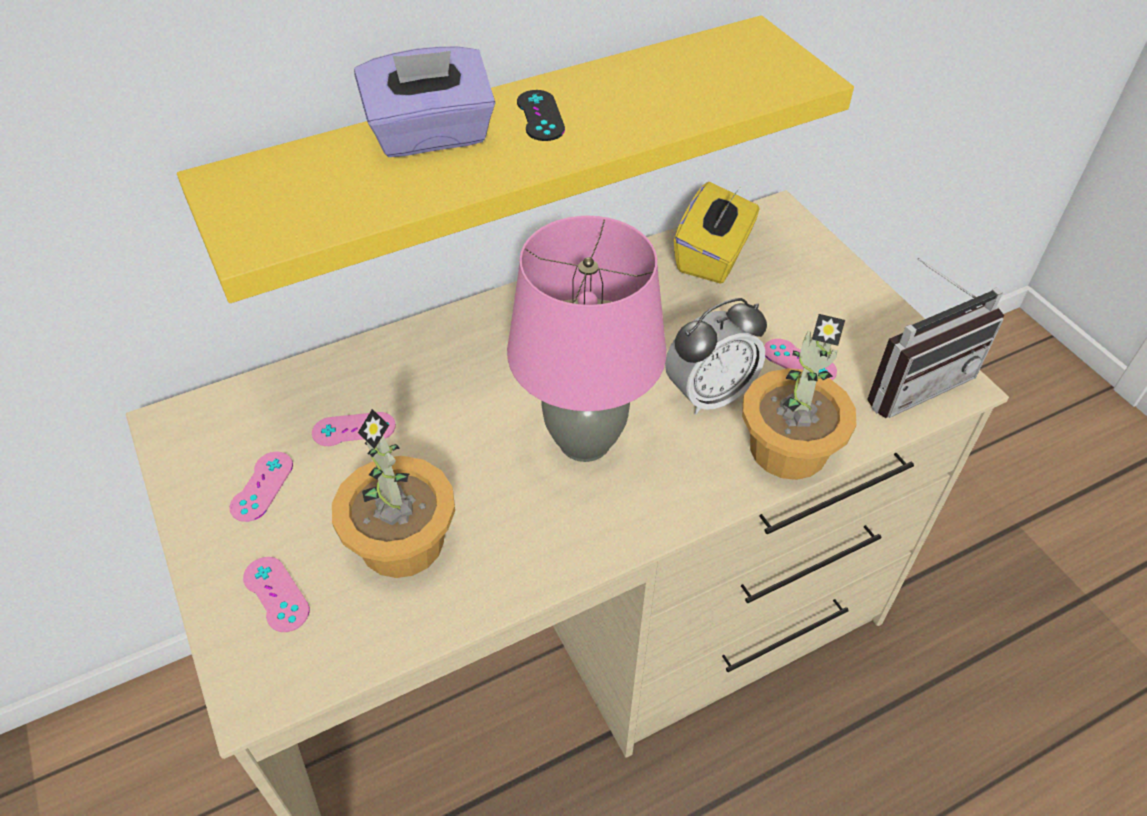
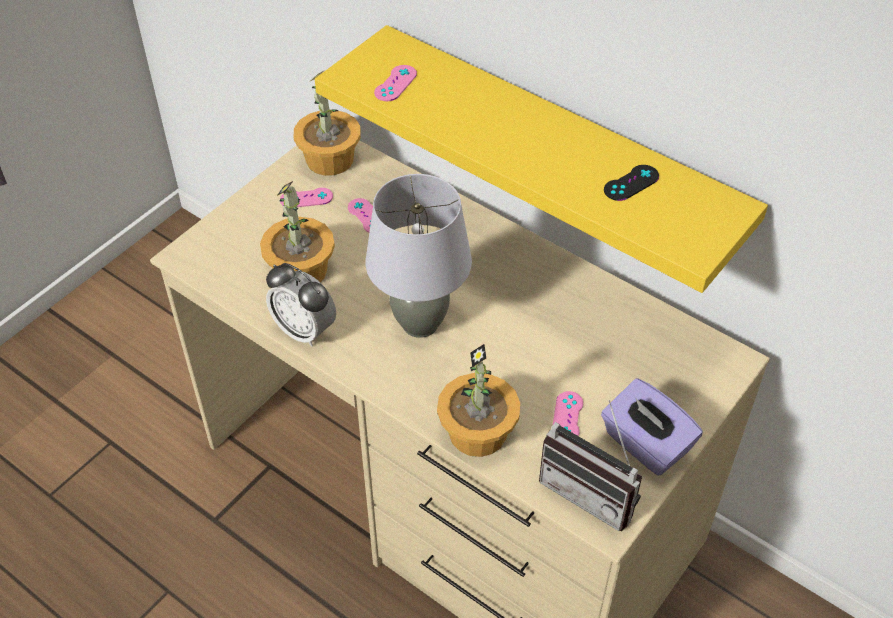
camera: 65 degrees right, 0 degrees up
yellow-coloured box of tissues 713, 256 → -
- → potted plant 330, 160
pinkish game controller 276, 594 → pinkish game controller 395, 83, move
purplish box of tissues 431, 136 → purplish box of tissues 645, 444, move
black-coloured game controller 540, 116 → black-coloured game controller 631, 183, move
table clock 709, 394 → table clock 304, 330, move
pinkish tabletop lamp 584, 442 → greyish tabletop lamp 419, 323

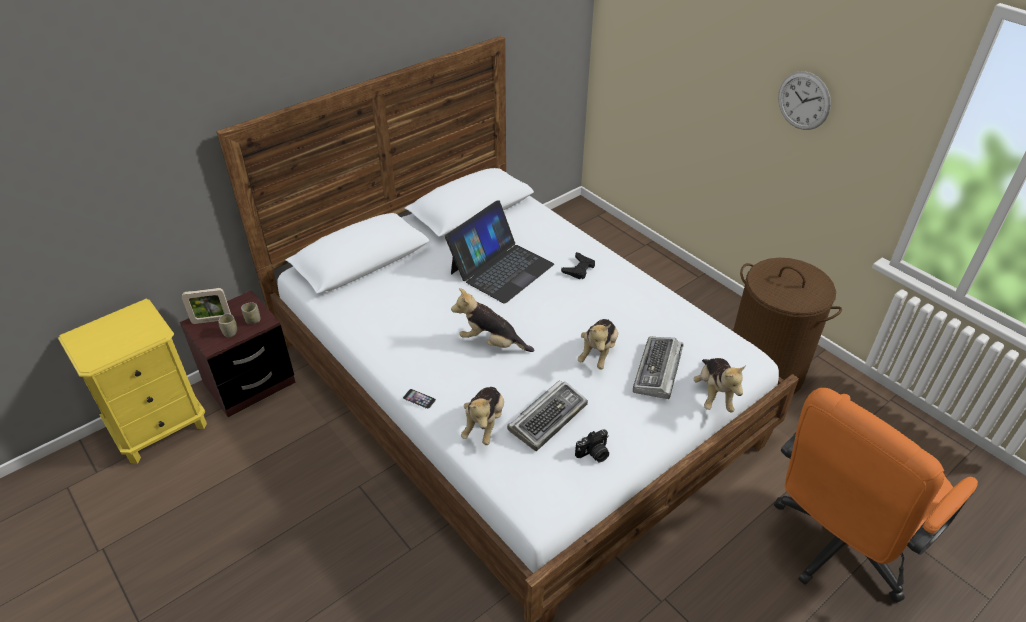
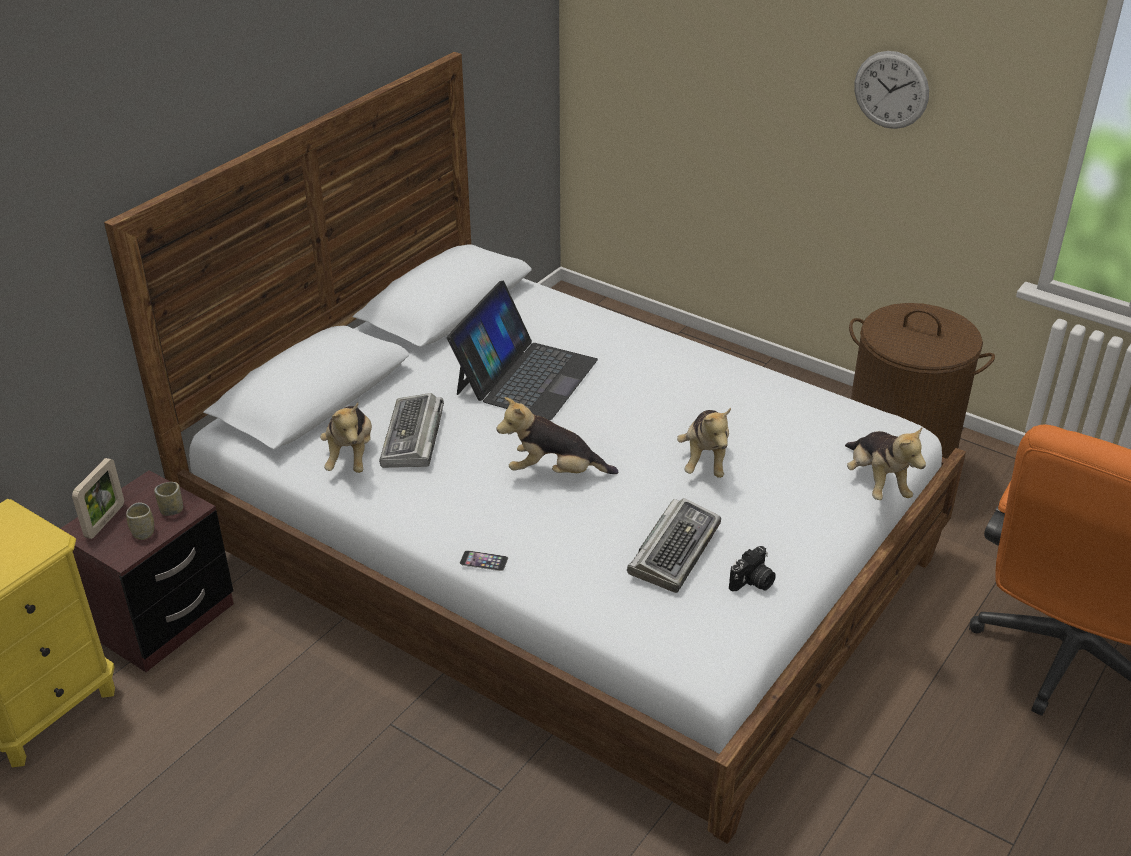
camera: 15 degrees left, 5 degrees down
black-coloured game controller 579, 269 → -
plush toy 484, 424 → plush toy 350, 456, move
computer keyboard 657, 371 → computer keyboard 413, 439, move
photo frame 211, 320 → photo frame 105, 521, 45 degrees counterclockwise

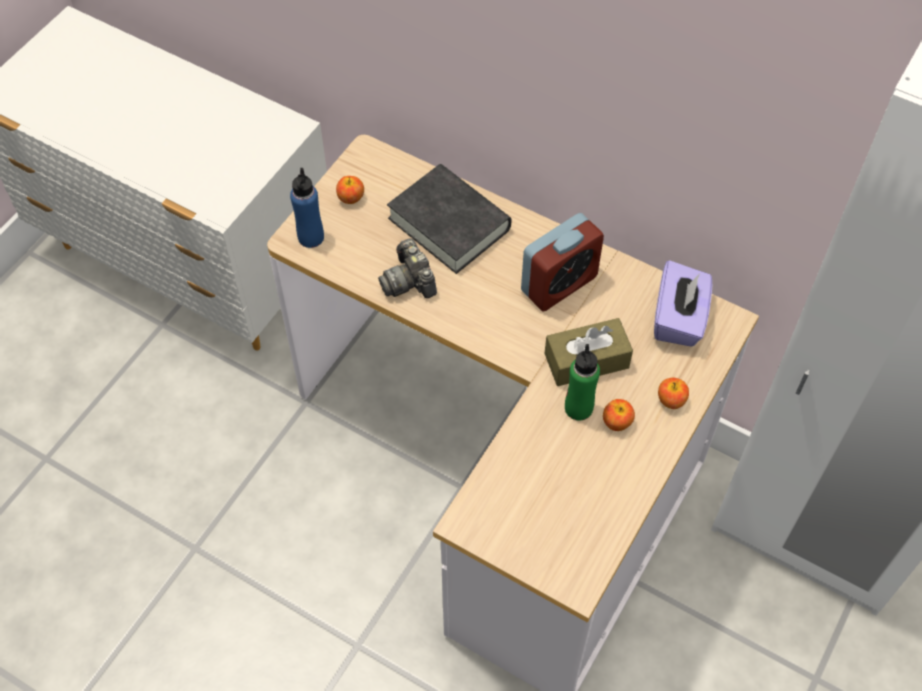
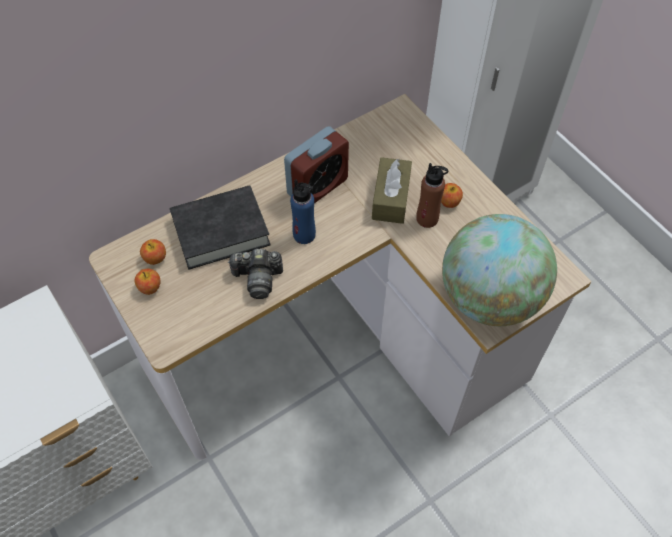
camera: 65 degrees left, 0 degrees up
purplish box of tissues 679, 319 → -
- → globe 489, 298
blue-coloured bottle 311, 237 → blue-coloured bottle 304, 235, move
apple fruit 671, 400 → apple fruit 155, 258, move
green bottle 578, 408 → brown bottle 427, 219
table clock 559, 284 → table clock 317, 187, 60 degrees clockwise

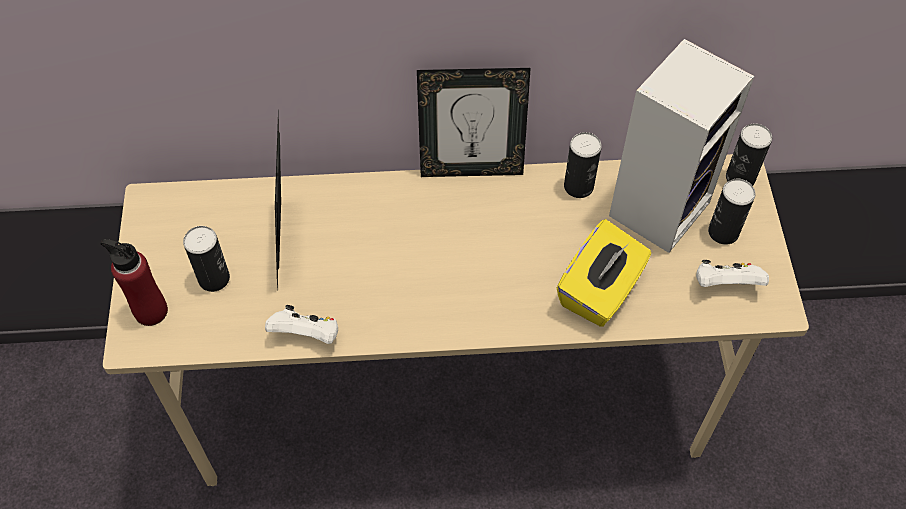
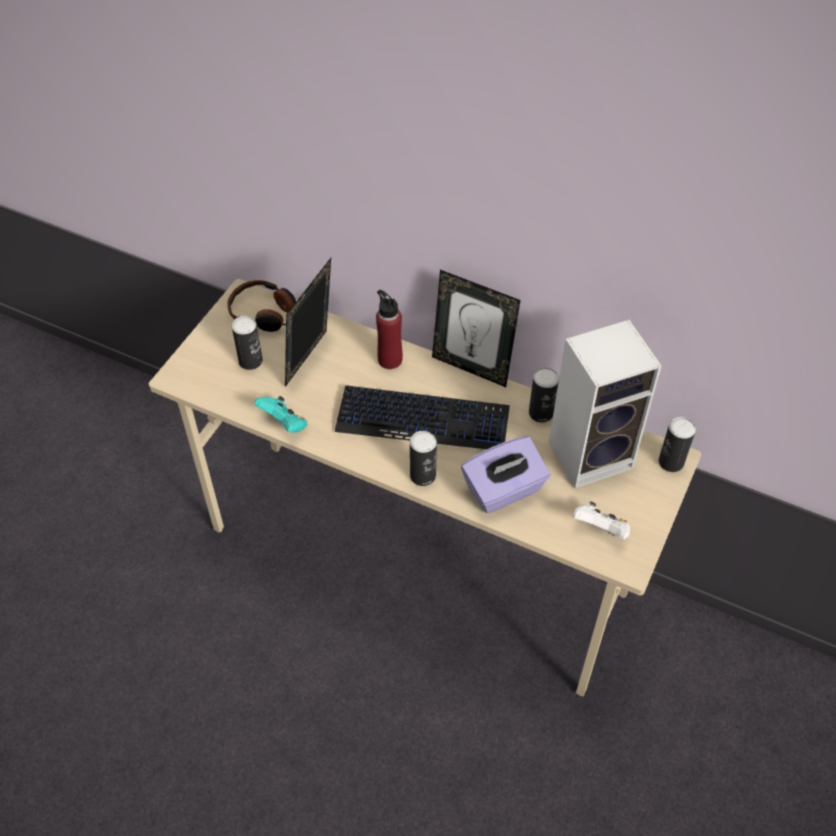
camera: 30 degrees right, 5 degrees down
- → headset 264, 313
- → computer keyboard 423, 420
red bottle 151, 311 → red bottle 390, 359, move
metal can 723, 232 → metal can 422, 475, move
whitish game controller 307, 335 → turquoise-coloured game controller 284, 424
yellow-coloured box of tissues 600, 291 → purplish box of tissues 504, 490

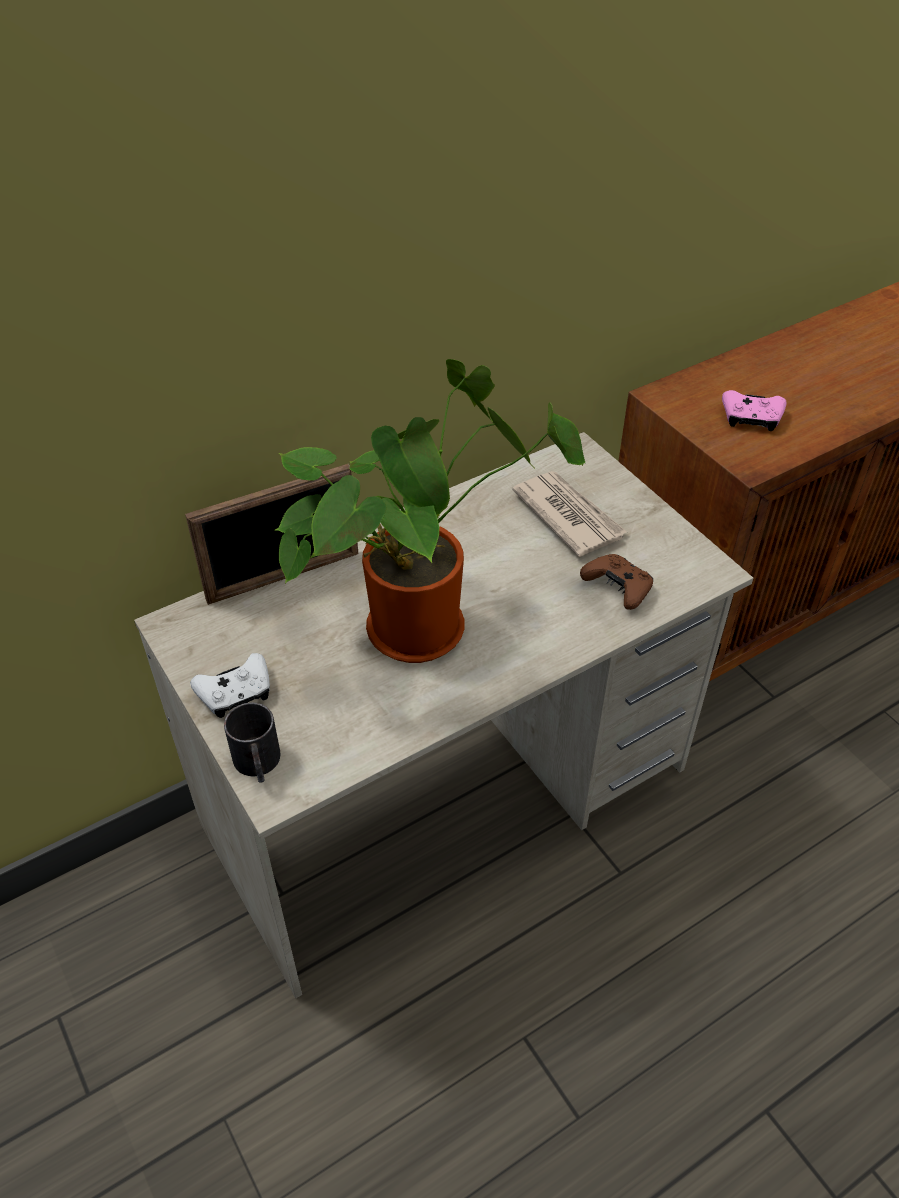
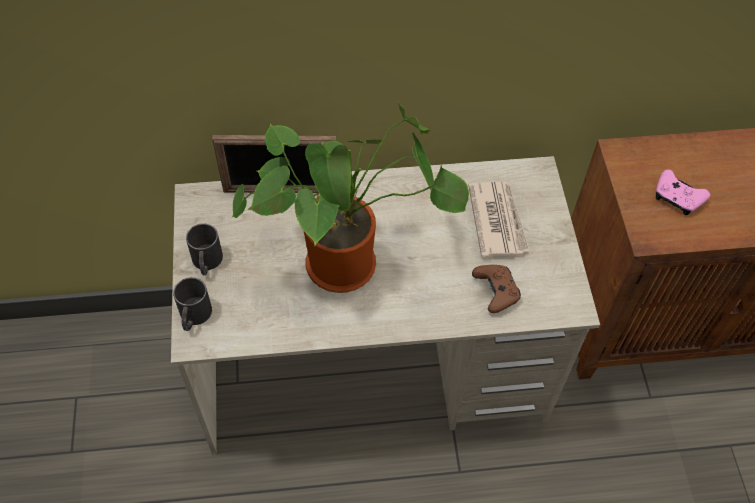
camera: 25 degrees right, 10 degrees up
whitish game controller 236, 694 → black-coloured mug 206, 263

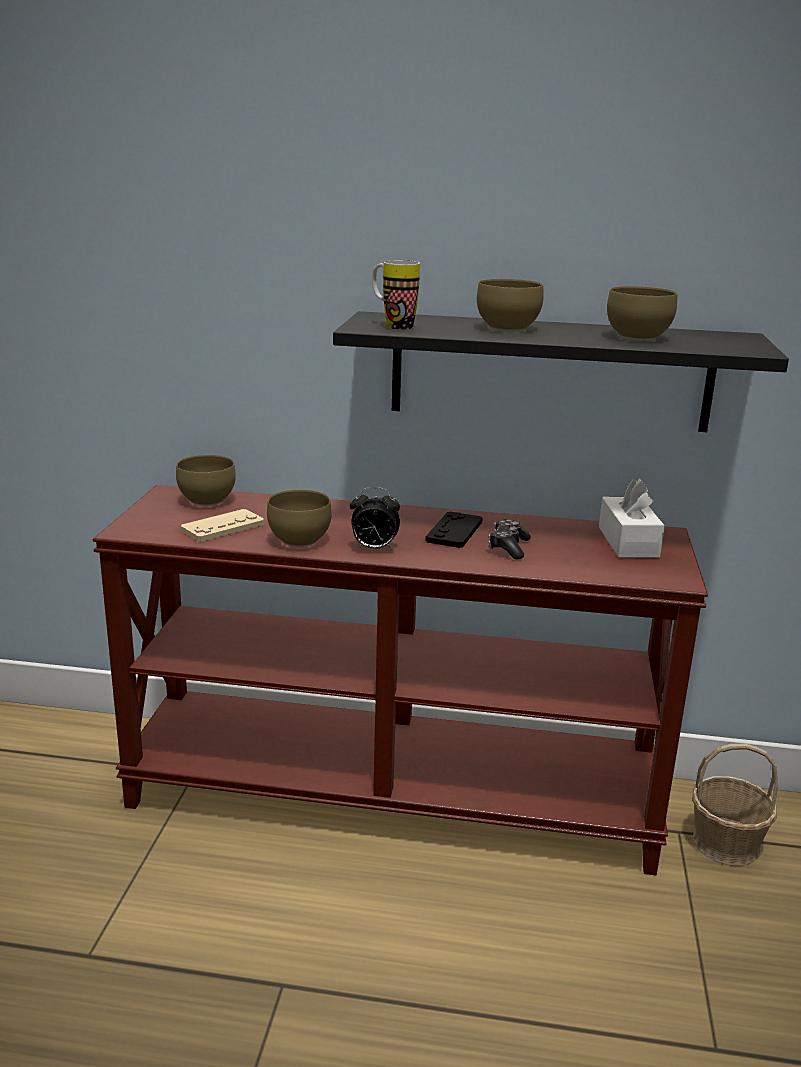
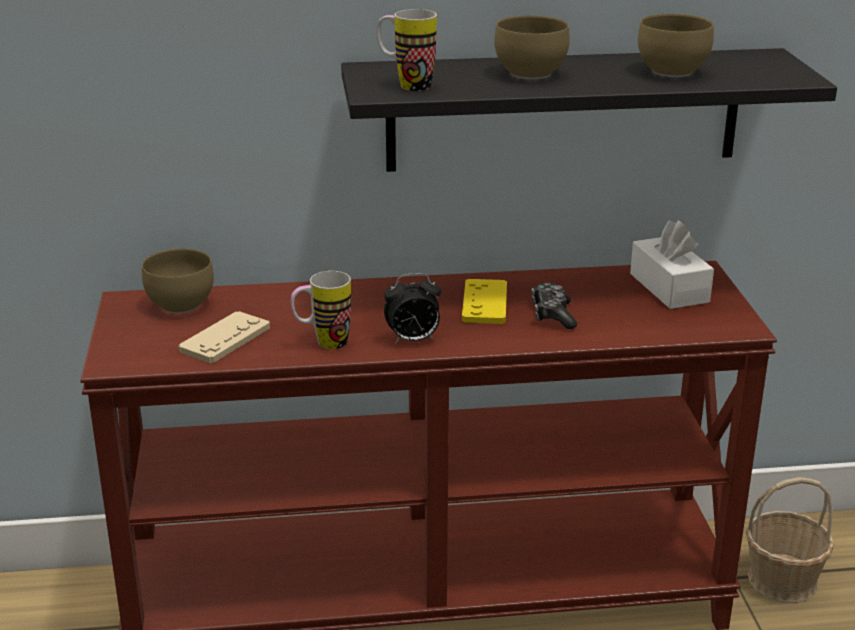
camera: 15 degrees left, 5 degrees up
brown serving bowl 297, 541 → mug 322, 344
black-coloured game controller 454, 531 → yellow-coloured game controller 484, 303

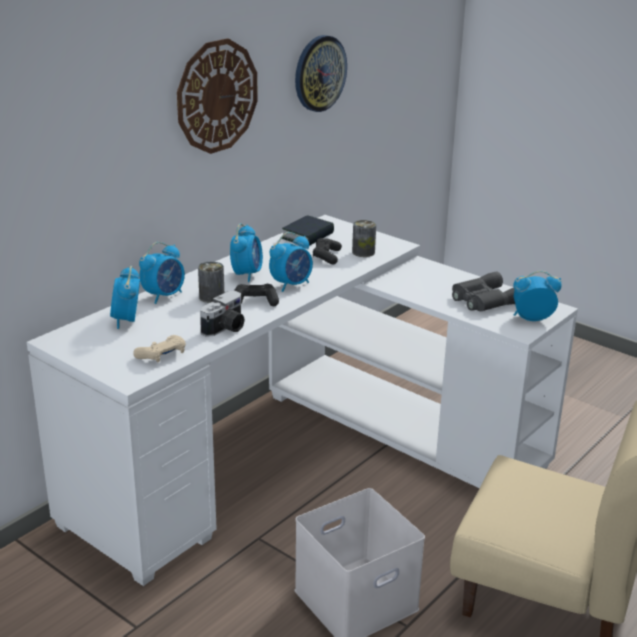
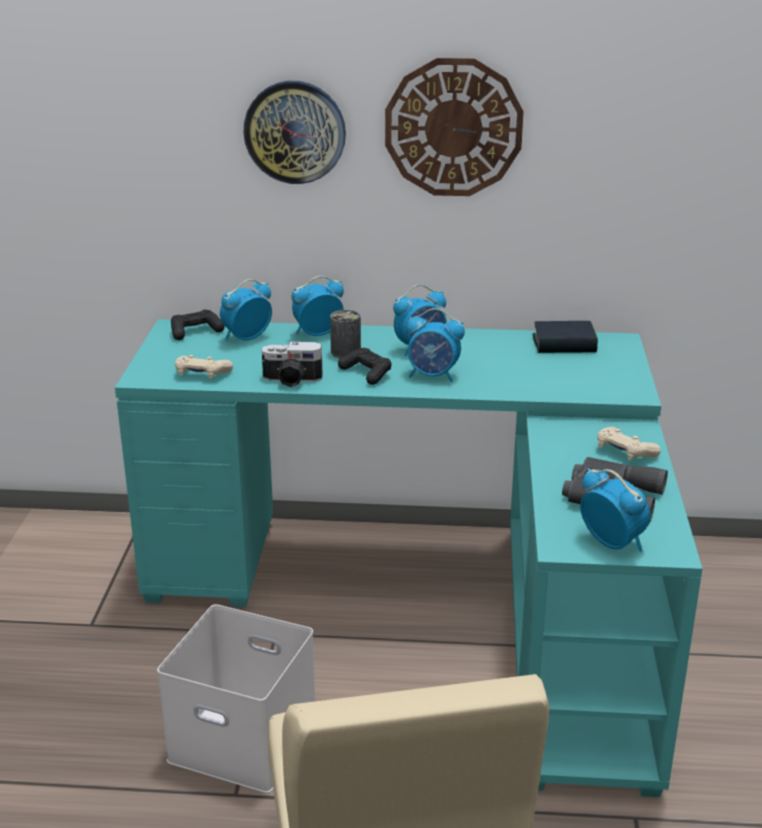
camera: 55 degrees right, 0 degrees up
metal can 363, 252 → -
- → beige game controller 624, 452
wall clock 319, 73 → wall clock 295, 132, move
black-coloured game controller 326, 256 → black-coloured game controller 195, 332, move
whitish desk unit 304, 457 → turquoise-coloured desk unit 435, 601
table clock 164, 295 → table clock 317, 333, 150 degrees clockwise

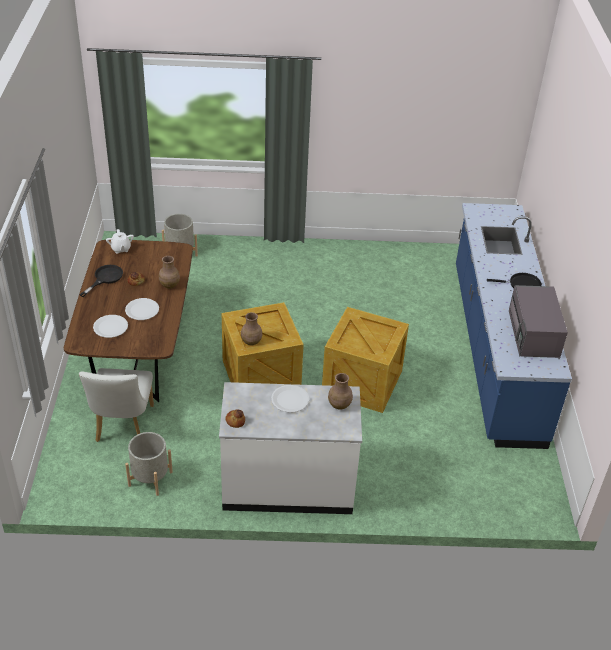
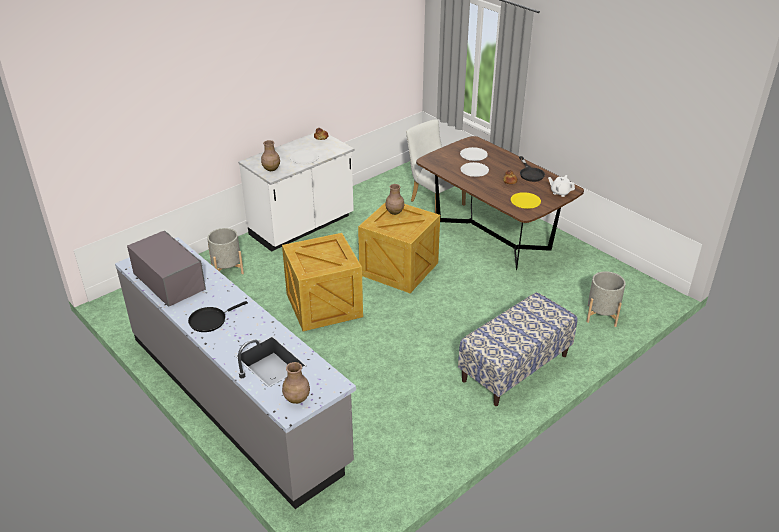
camera: 140 degrees right, 5 degrees down
- → indoor bench 515, 368
- → yellow-coloured plate 525, 201
greyish plant pot 150, 478 → greyish plant pot 227, 269, move
brown vase 169, 285 → brown vase 297, 399, move
blue-coloured kitchen base unit 495, 351 → greyish kitchen base unit 236, 398

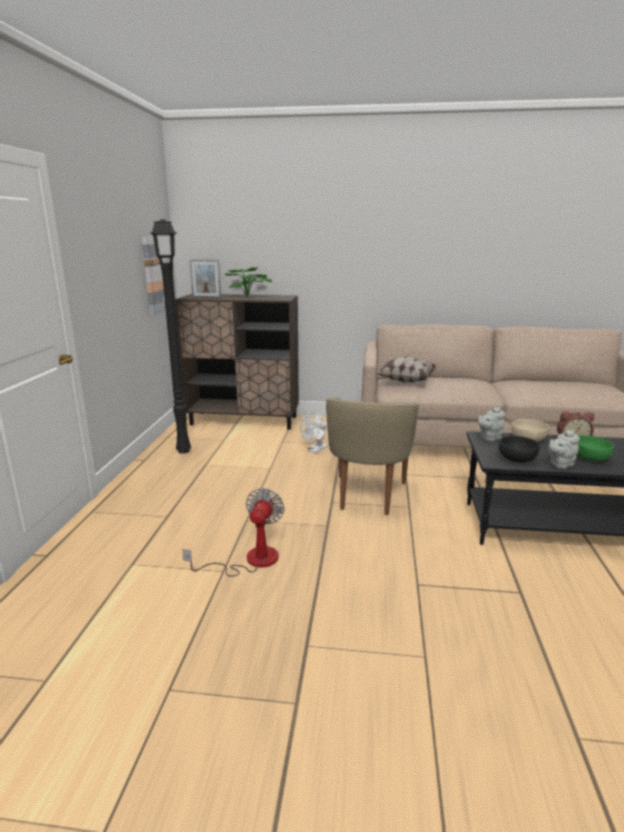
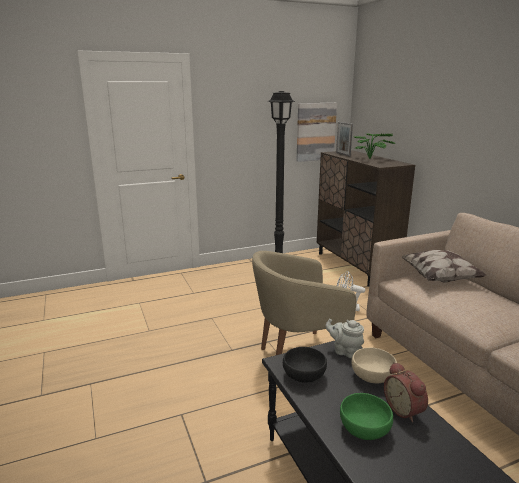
camera: 60 degrees right, 0 degrees up
electric fan 250, 560 → -
greyish teapot 560, 464 → -

